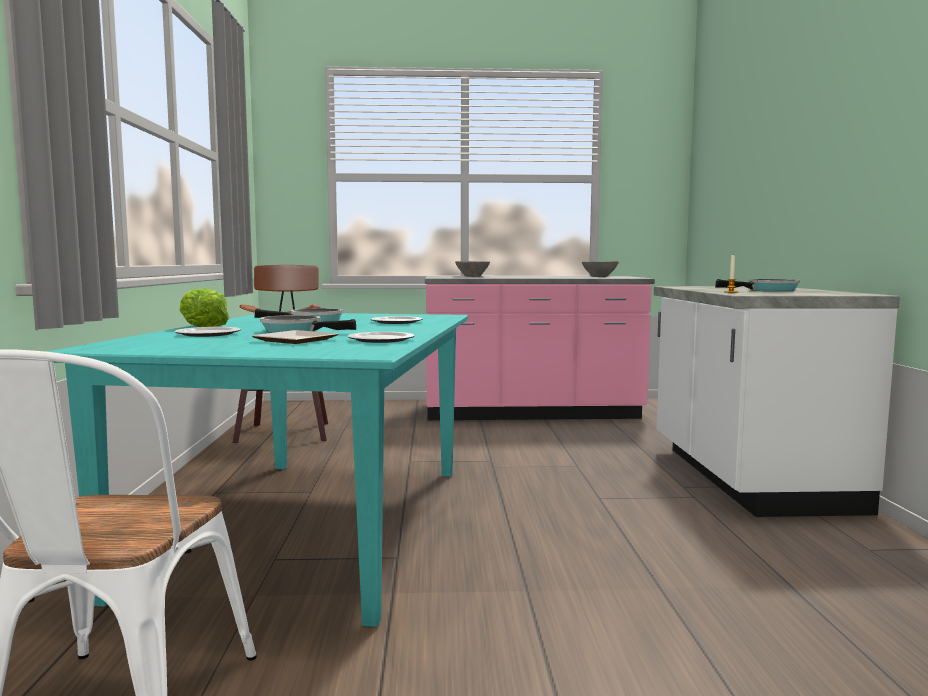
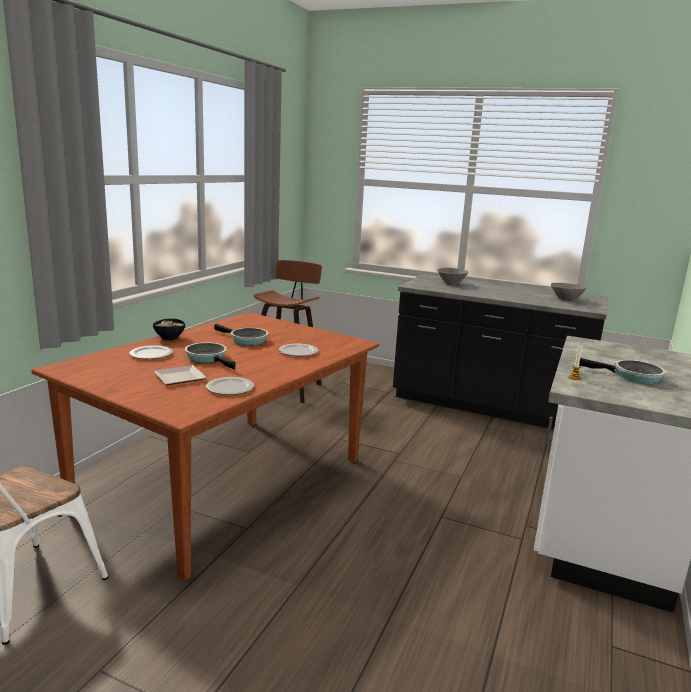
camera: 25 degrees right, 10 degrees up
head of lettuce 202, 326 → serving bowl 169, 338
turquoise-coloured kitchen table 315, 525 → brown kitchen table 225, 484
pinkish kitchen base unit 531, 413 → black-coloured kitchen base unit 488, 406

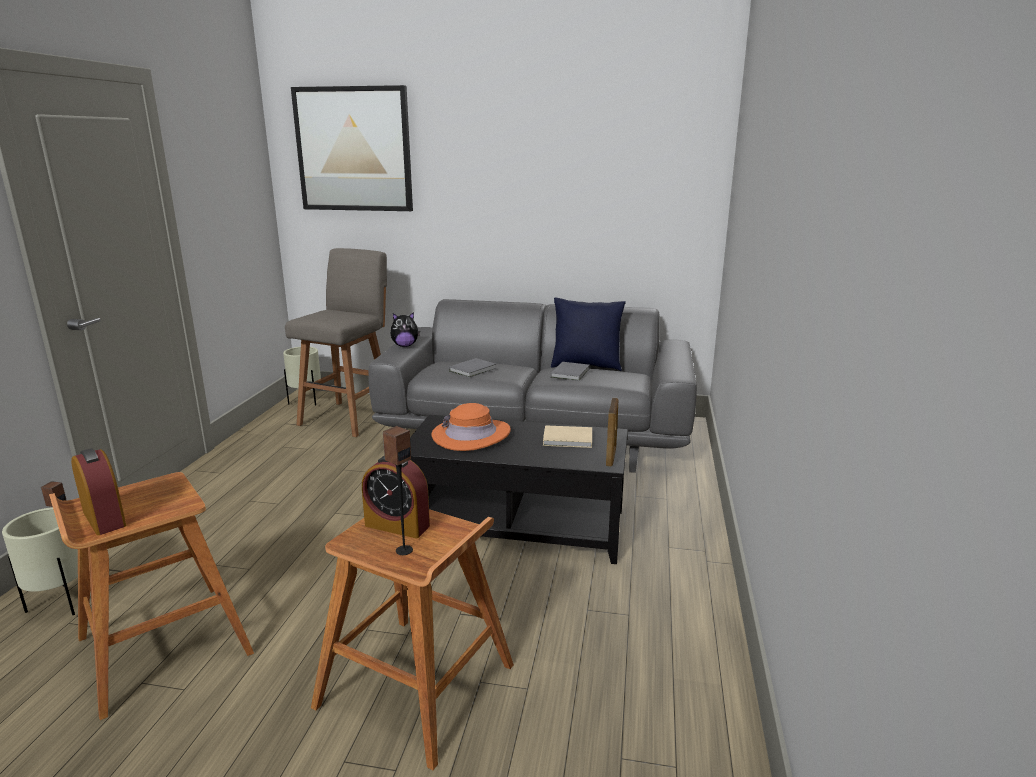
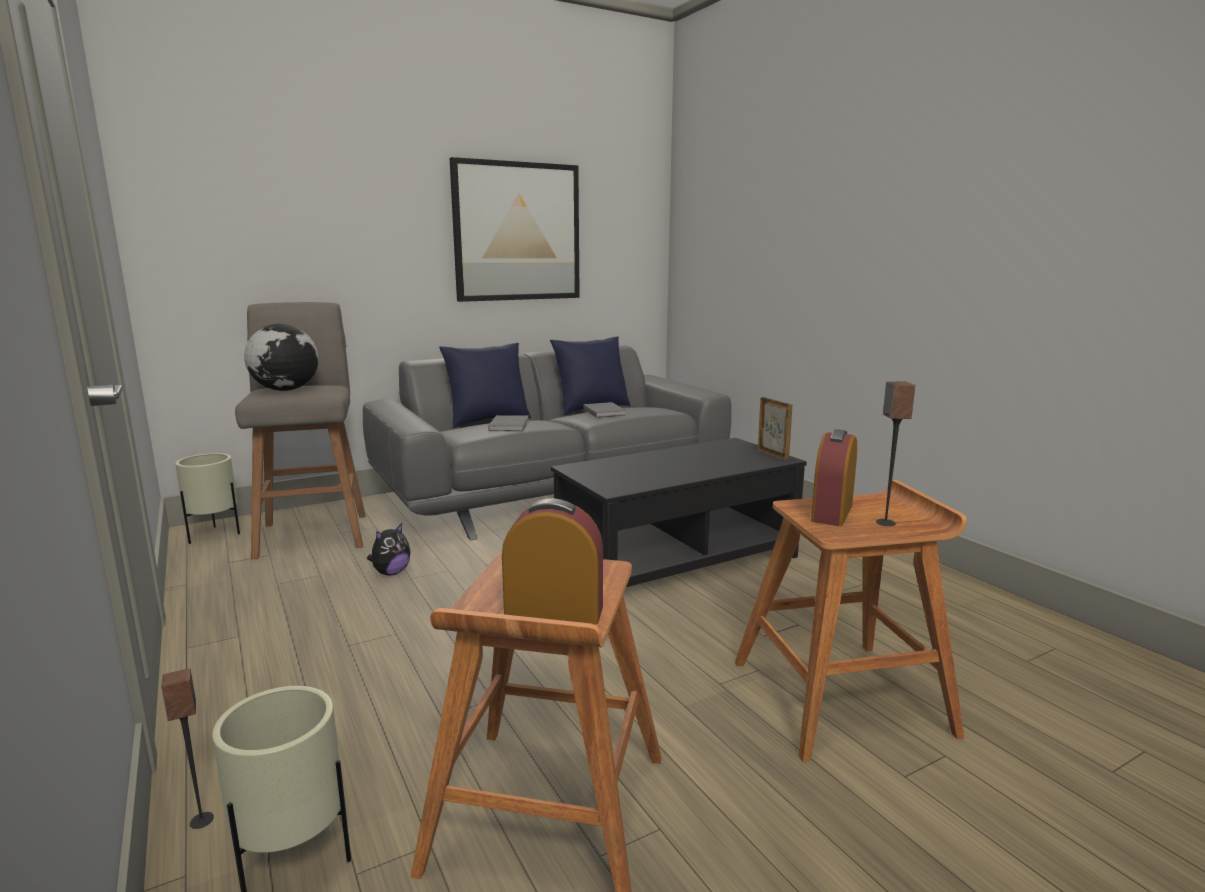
camera: 40 degrees left, 5 degrees down
orange-coloured wearable hat 471, 435 → -
beige volume 569, 439 → -
- → globe 285, 390
- → blue-coloured cushion 487, 421
picture 354, 150 → picture 517, 232, move
plush toy 405, 346 → plush toy 391, 573, move
table clock 397, 525 → table clock 832, 513, 135 degrees clockwise

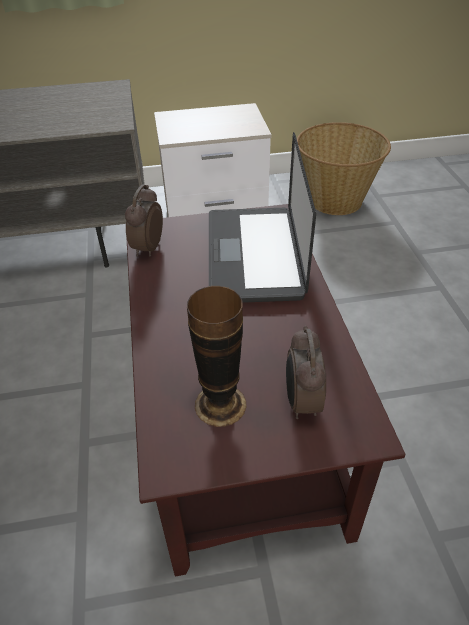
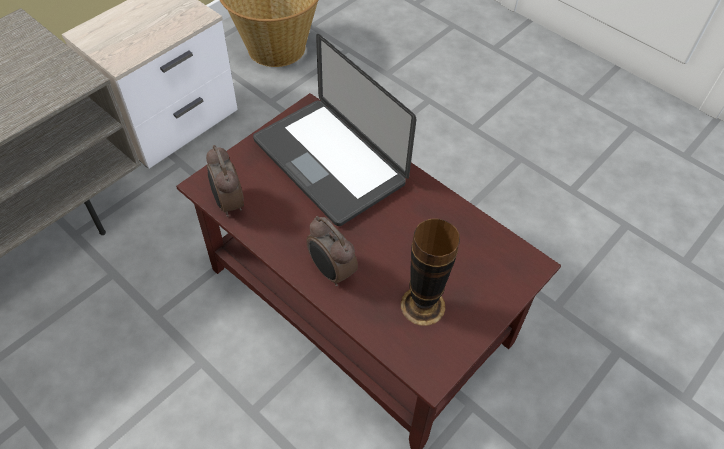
camera: 40 degrees left, 10 degrees up
table clock 301, 402 → table clock 331, 272, move

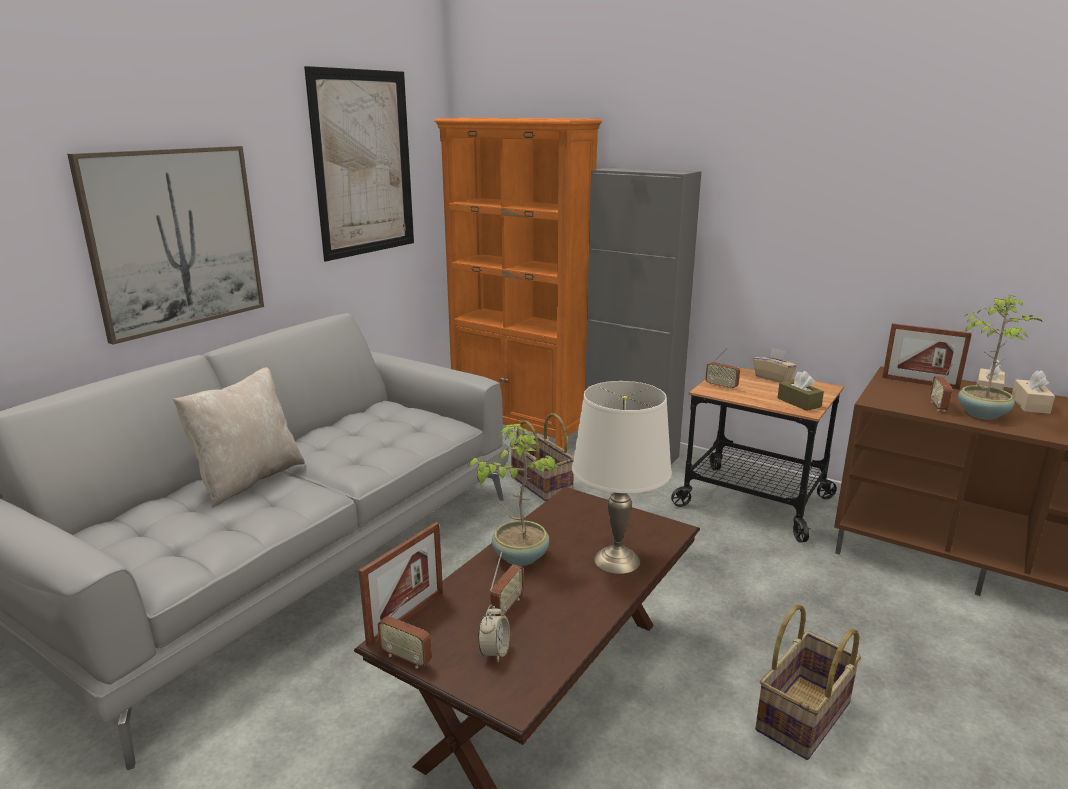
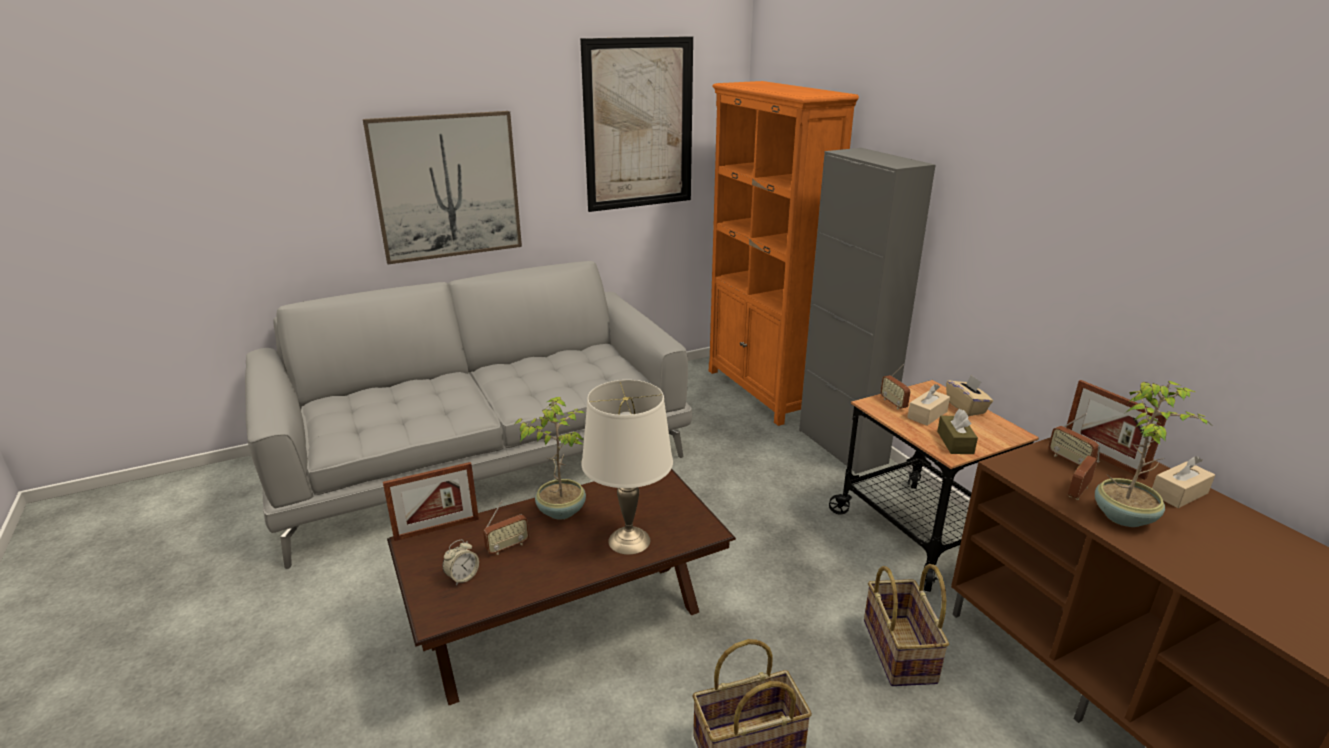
camera: 30 degrees right, 5 degrees up
beige cushion 248, 479 → -
radio set 406, 658 → radio set 1069, 460, move
household basket 542, 484 → household basket 900, 651, move
beige box of tissues 1030, 405 → beige box of tissues 927, 415, move

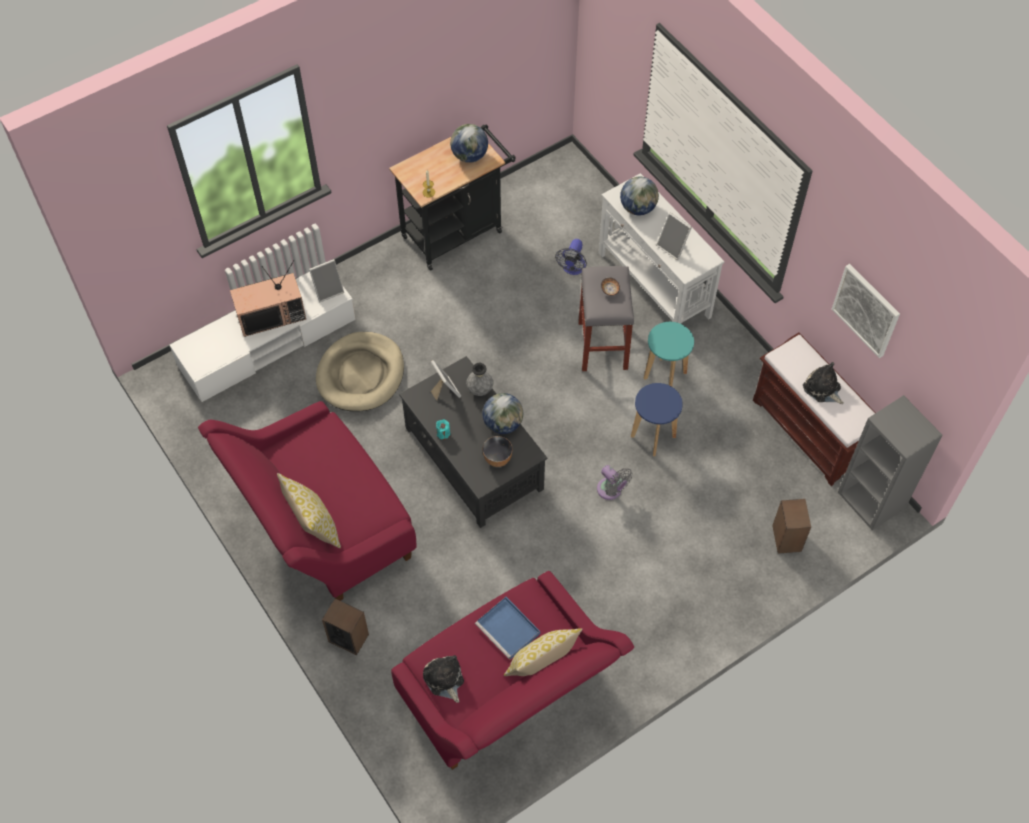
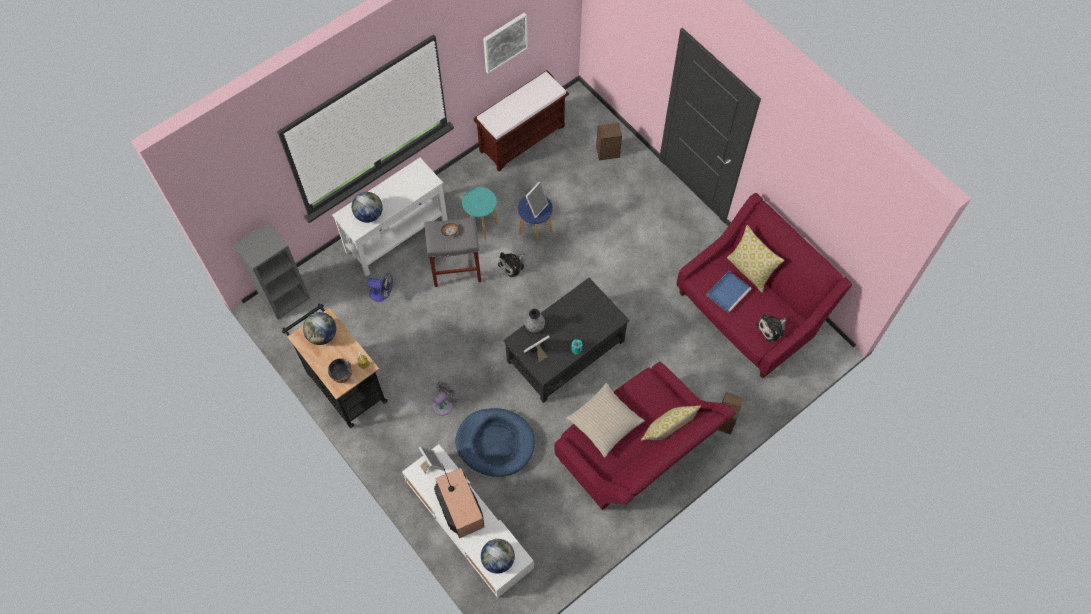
camera: 95 degrees left, 5 degrees up
- → beige cushion 605, 422
globe 503, 424 → globe 498, 560, move
serving bowl 497, 459 → serving bowl 342, 375, move
greyish electric fan 611, 491 → greyish electric fan 444, 404, move
photo frame 673, 247 → photo frame 536, 206, move
plush toy 823, 389 → plush toy 512, 265, move
greyish bookcase 872, 500 → greyish bookcase 285, 296, move
beige dog cushion 361, 374 → blue-coloured dog cushion 495, 443

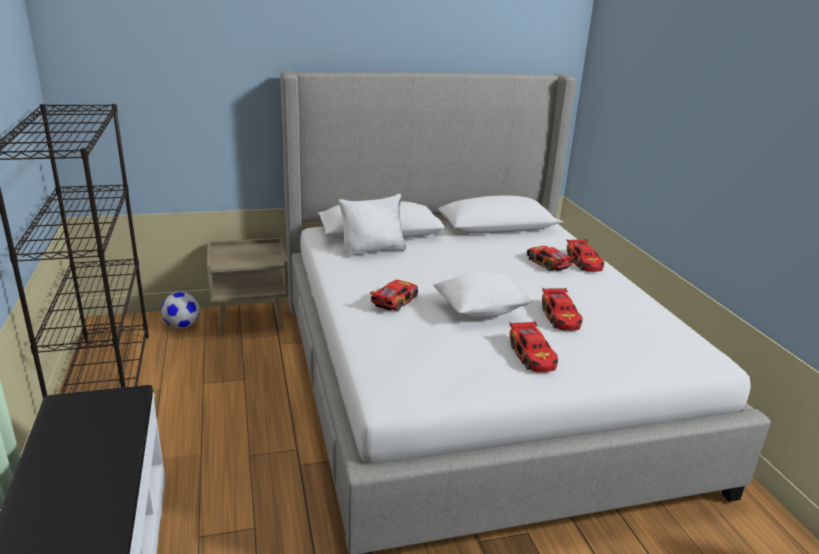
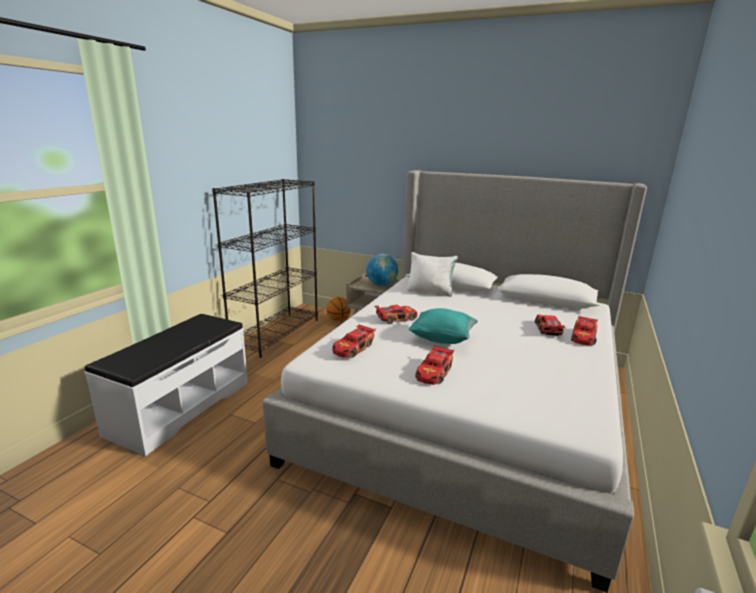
camera: 40 degrees right, 5 degrees down
- → globe 382, 285
toy car 561, 318 → toy car 353, 348, move
football ball 182, 325 → ball for basketball 338, 320
whitish cushion 480, 311 → turquoise-coloured cushion 442, 339

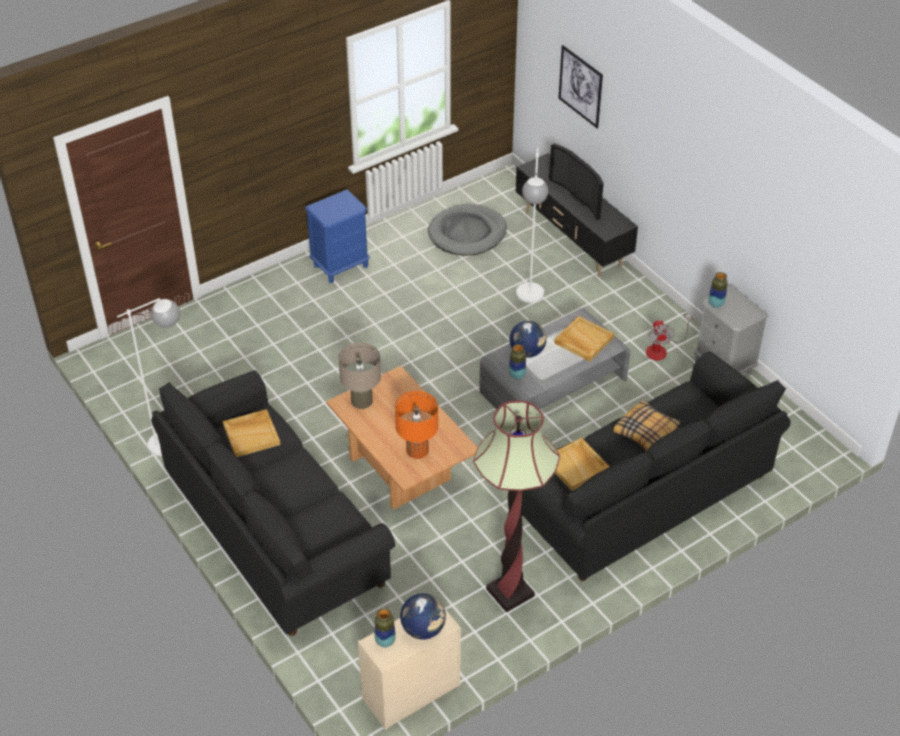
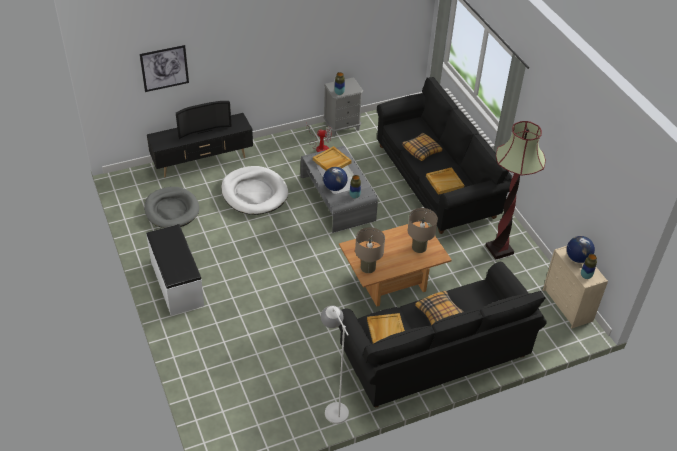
camera: 80 degrees left, 0 degrees up
- → cushion 439, 313
blue-coloured night table 341, 265 → whitish indoor bench 176, 283
whitish standing lamp 529, 300 → whitish dog cushion 254, 193
orange-coloured tabletop lamp 417, 450 → beige tabletop lamp 419, 247

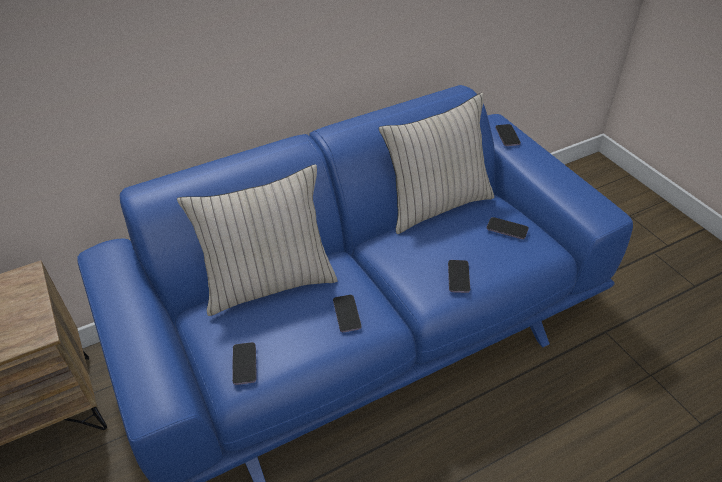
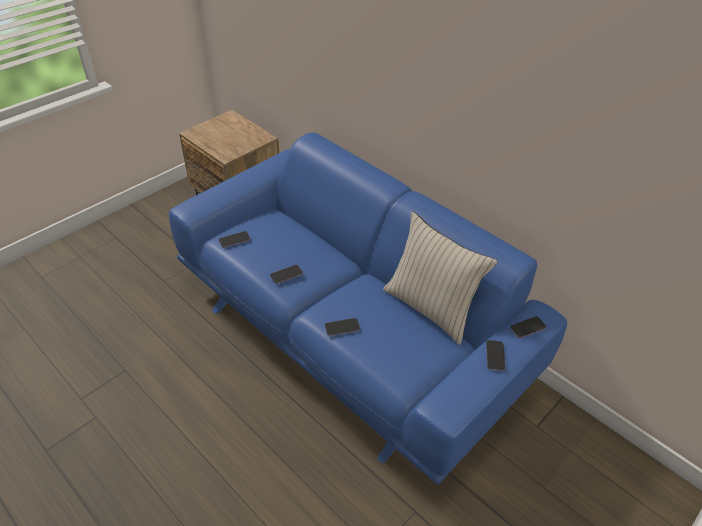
camera: 70 degrees right, 0 degrees up
beige cushion 269, 283 → -
handset 507, 229 → handset 495, 356, move

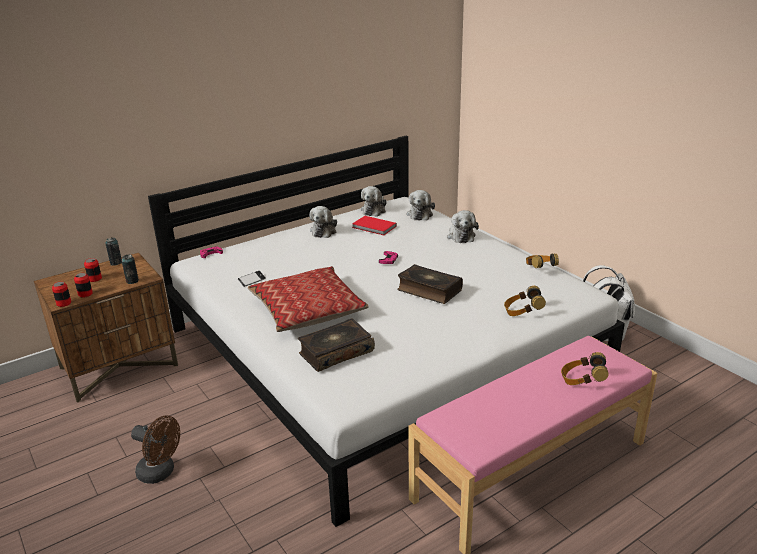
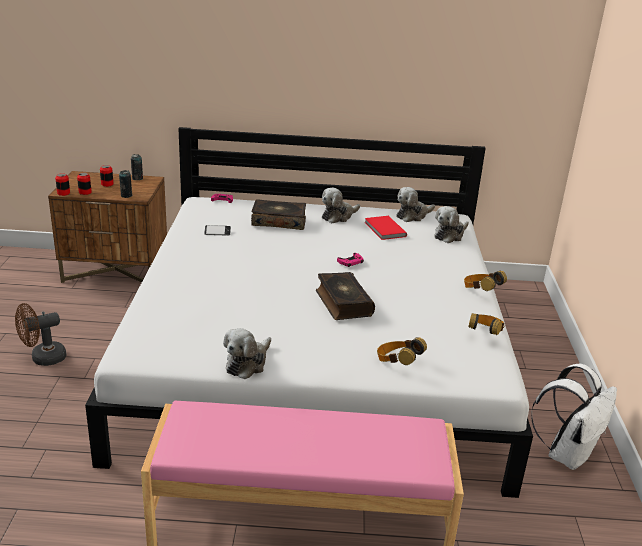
camera: 35 degrees right, 0 degrees up
cushion 307, 309 → -
volume 335, 352 → volume 279, 221, move
plush toy 461, 236 → plush toy 247, 363, move
headset 582, 381 → headset 481, 291, move
brown electric fan 161, 473 → brown electric fan 43, 358, 90 degrees clockwise

